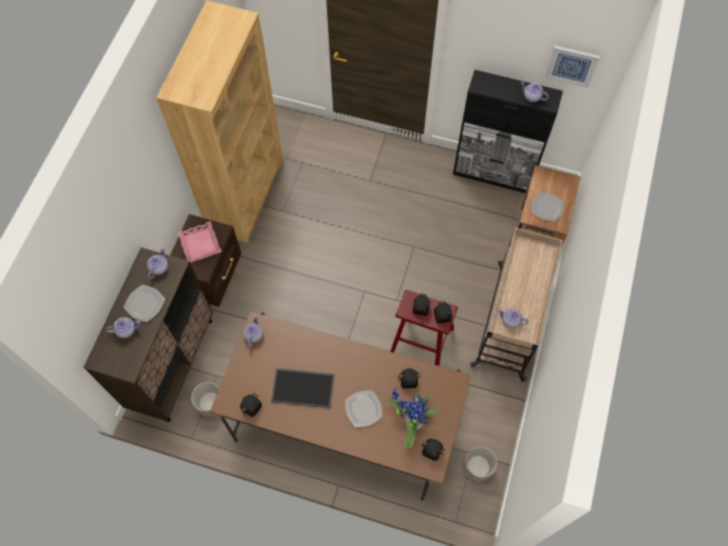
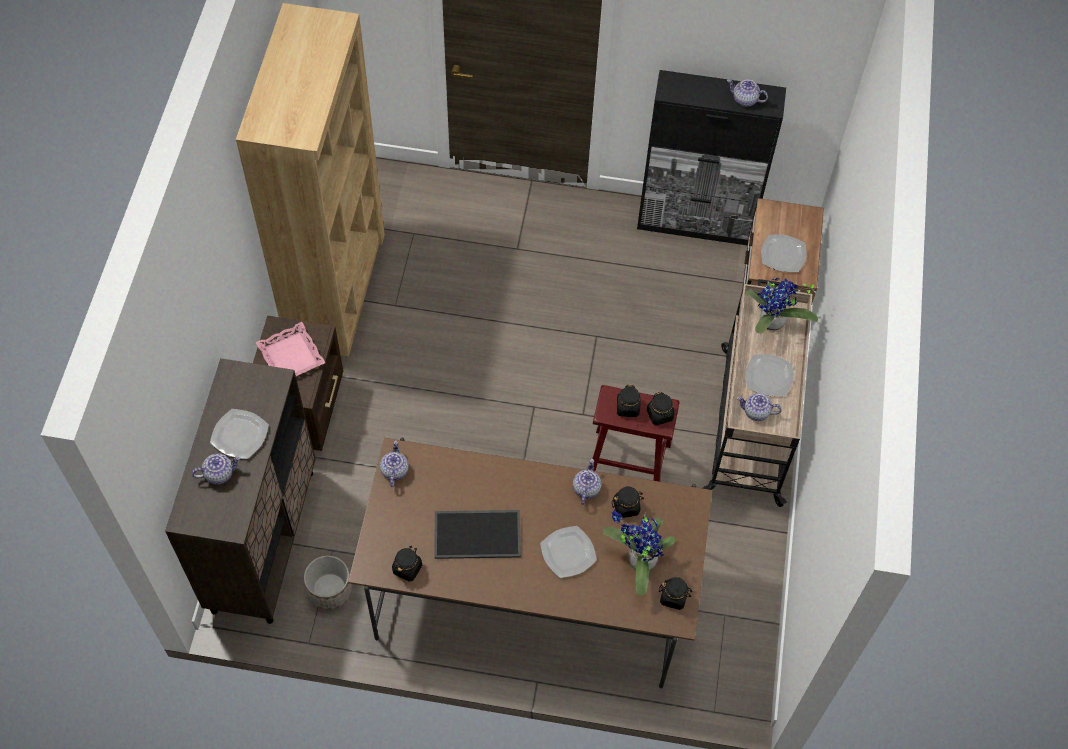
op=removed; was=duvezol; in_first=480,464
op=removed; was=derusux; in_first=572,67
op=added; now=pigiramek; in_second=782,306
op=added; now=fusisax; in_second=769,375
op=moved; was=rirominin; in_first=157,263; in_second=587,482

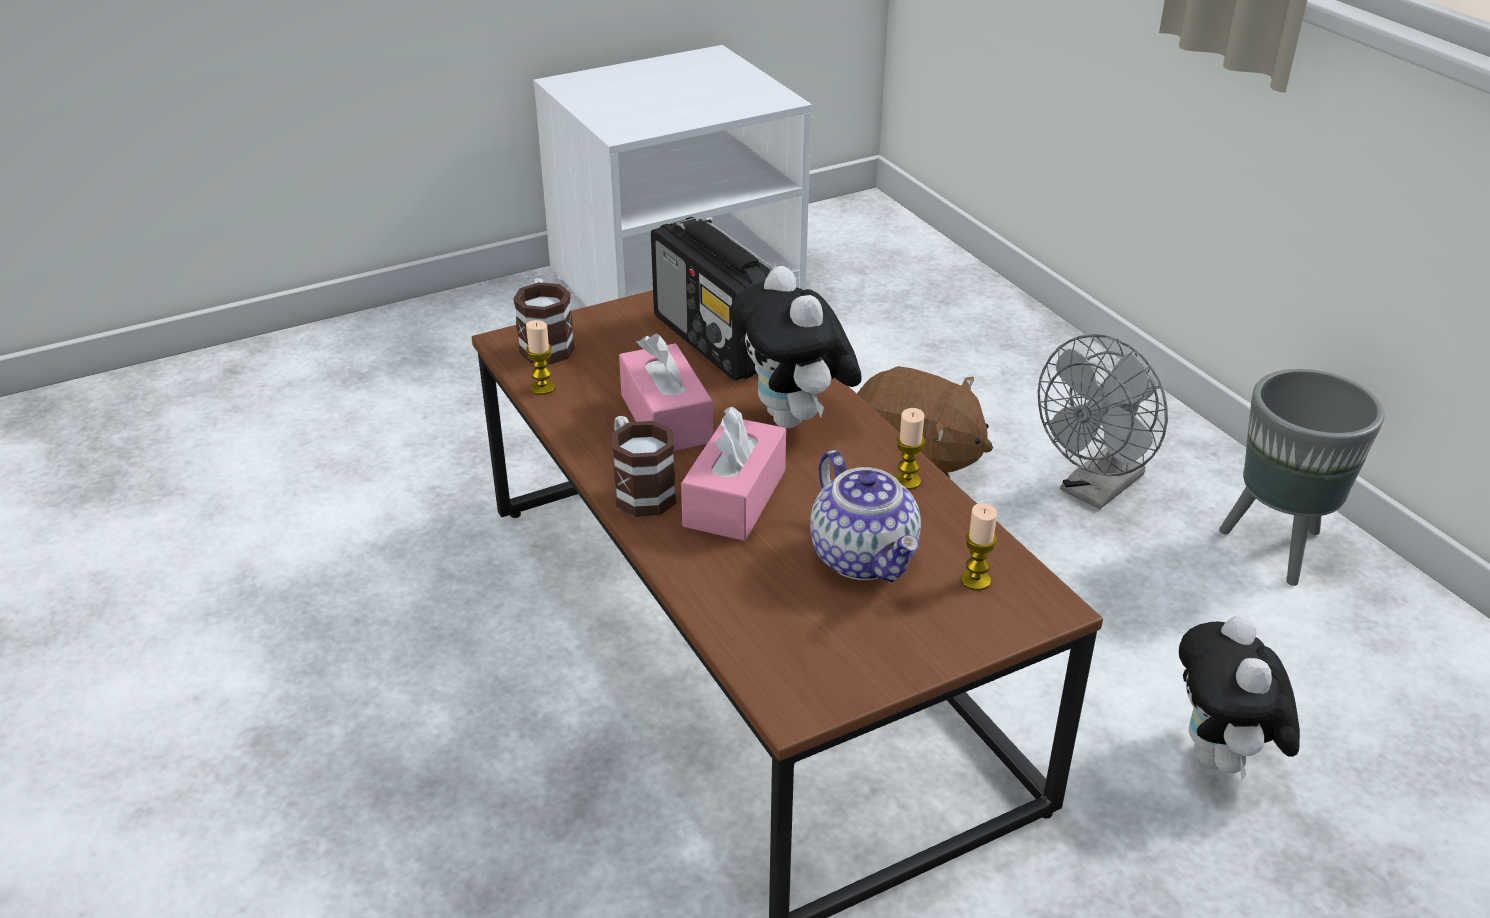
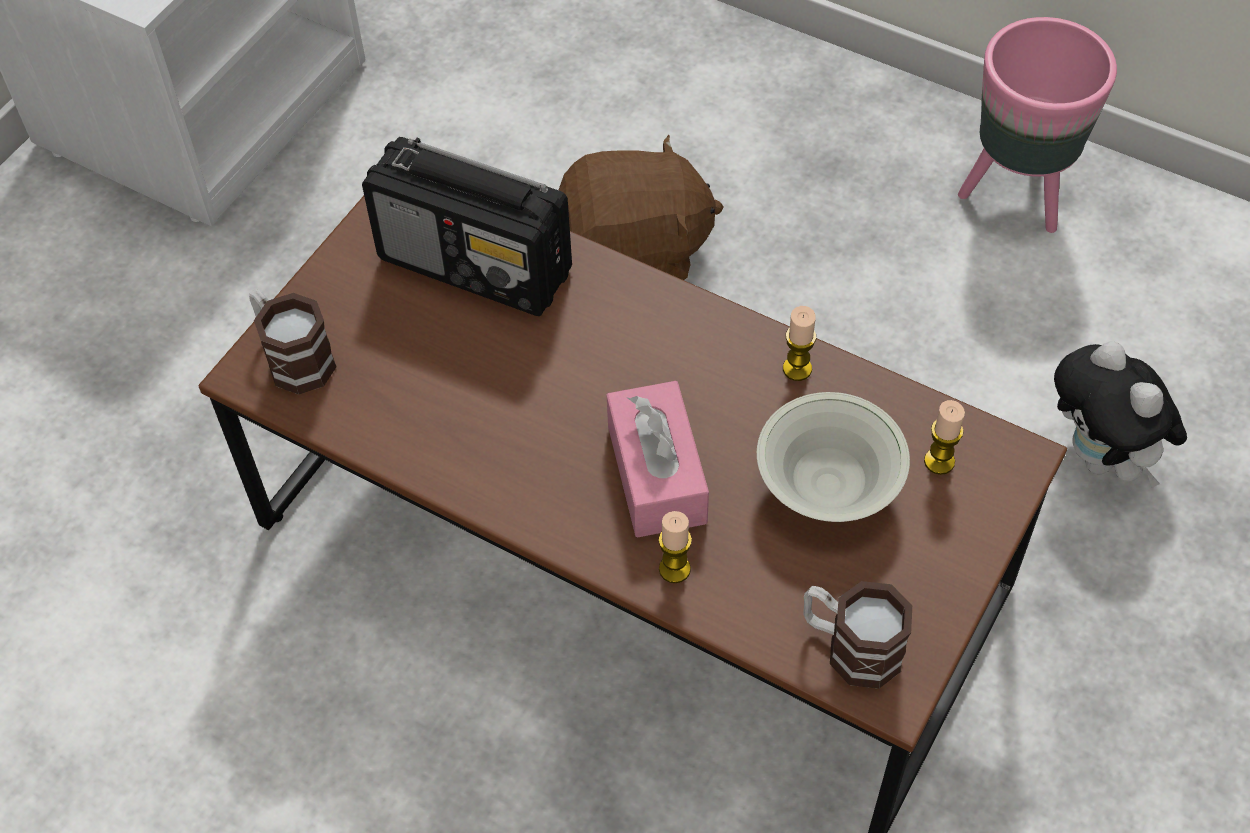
op=removed; was=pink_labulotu; in_first=666,392
op=removed; was=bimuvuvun; in_first=796,347
op=removed; was=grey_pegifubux; in_first=1103,421
op=moved; was=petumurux; in_first=540,357; in_second=675,547
op=moved; was=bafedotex; in_first=644,466; in_second=858,635
op=replaced; was=rirominin; now=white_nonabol; in_first=865,516; in_second=833,457
op=recoloured; was=grey_duvezol; now=pink_duvezol; in_first=1302,477; in_second=1037,125

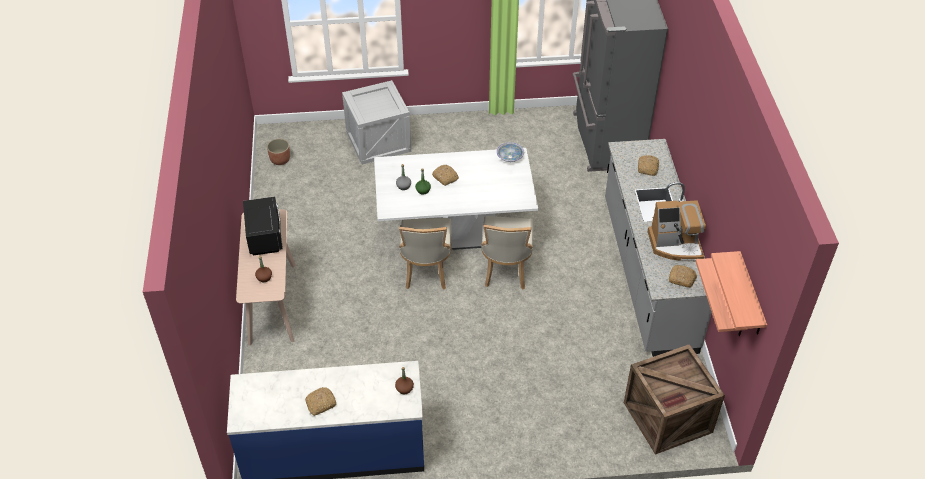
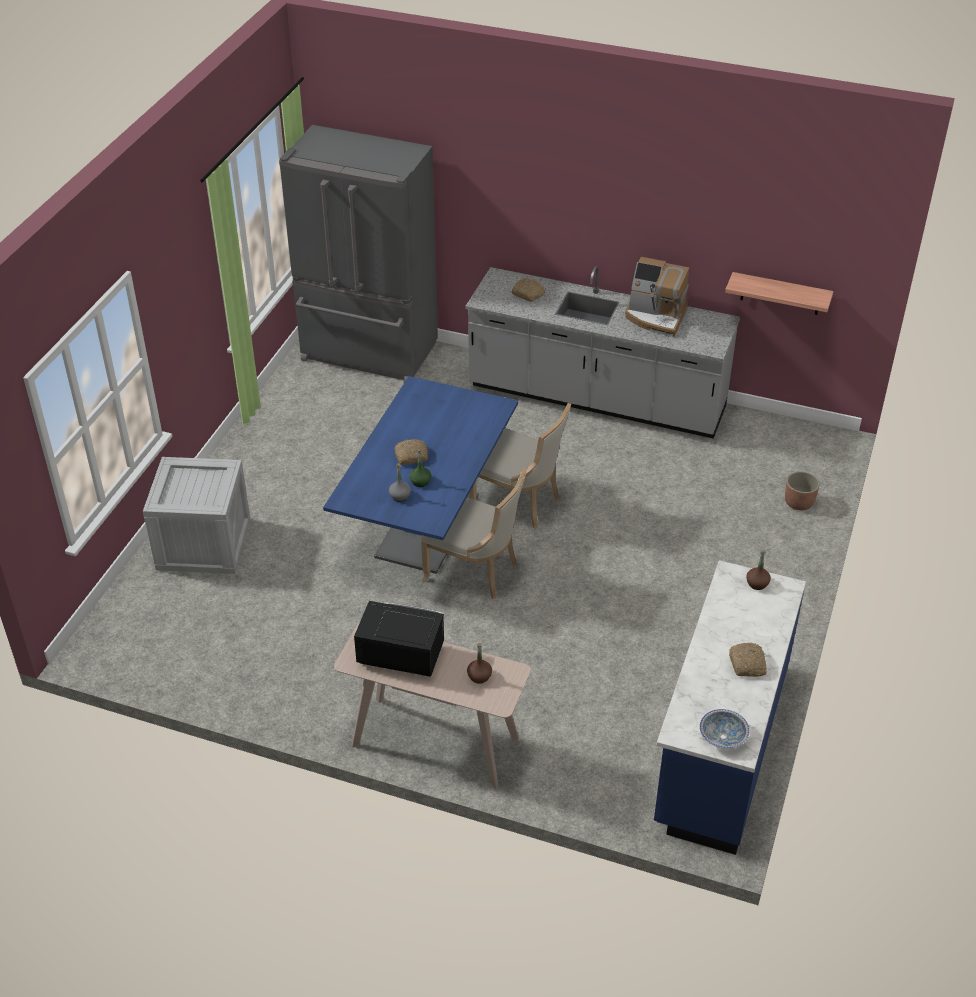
op=removed; was=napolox; in_first=674,399
op=removed; was=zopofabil; in_first=683,276
op=removed; was=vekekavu; in_first=739,292
op=moved; was=duvezol; in_first=278,152; in_second=802,490
op=moved; was=nonabol; in_first=510,152; in_second=724,729
op=recoloured; was=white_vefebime; now=blue_vefebime; in_first=456,199; in_second=420,475
op=turned; was=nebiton; in_first=677,230; in_second=657,297; clockwise=90

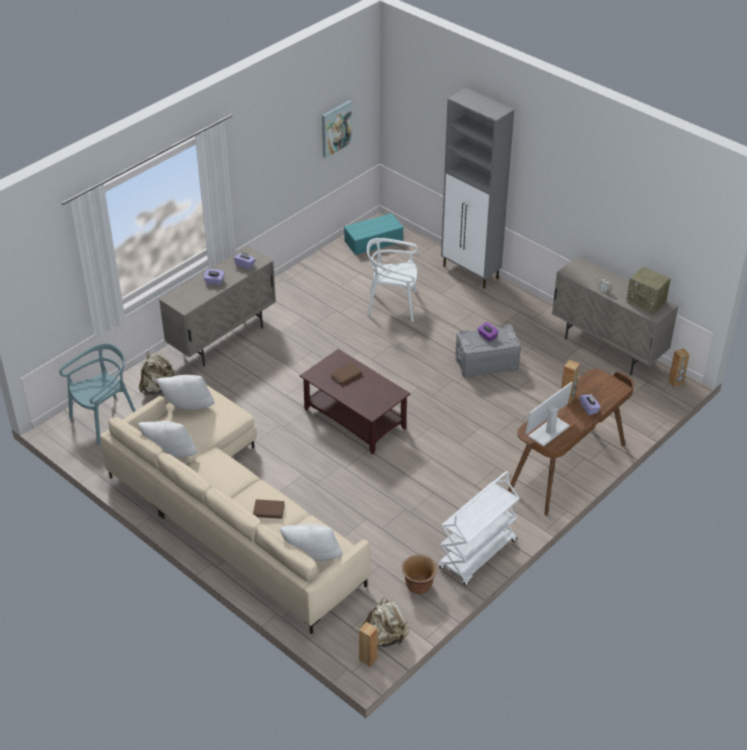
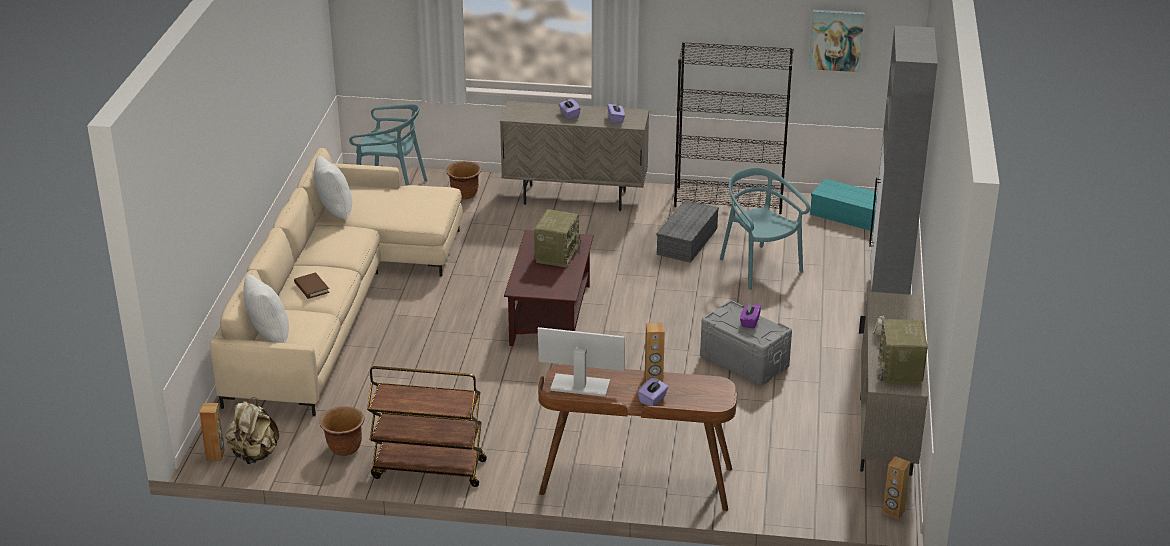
op=removed; was=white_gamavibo; in_first=185,392
op=added; now=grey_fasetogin; in_second=688,231
op=added; now=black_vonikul; in_second=733,128
op=replaced; was=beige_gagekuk; now=brown_duvezol; in_first=157,373; in_second=464,180
op=replaced; was=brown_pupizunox; now=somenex; in_first=346,374; in_second=557,238
op=recoloured; was=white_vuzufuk; now=turquoise_vuzufuk; in_first=392,280; in_second=765,228
op=recoloured; was=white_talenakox; now=brown_talenakox; in_first=479,528; in_second=427,426

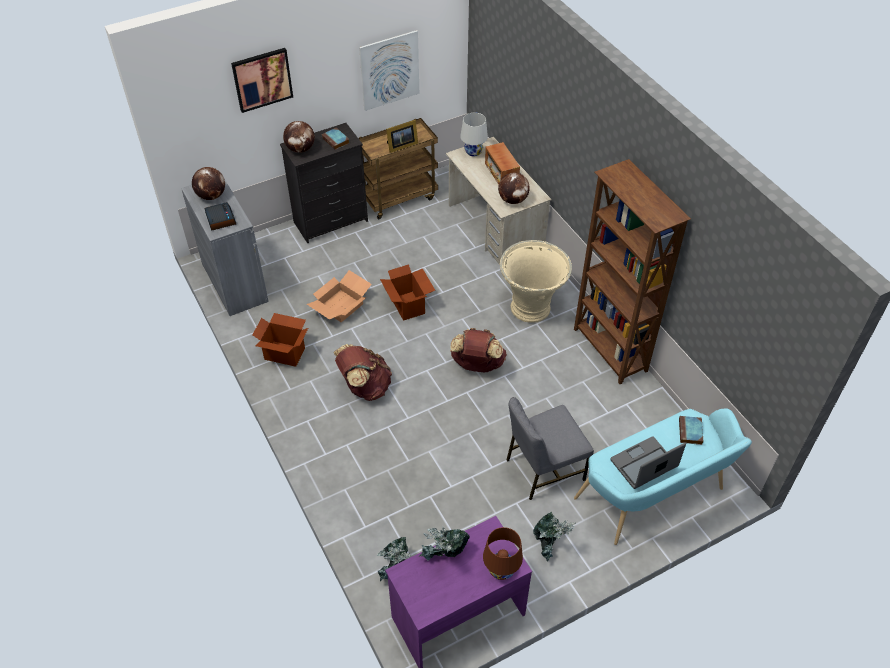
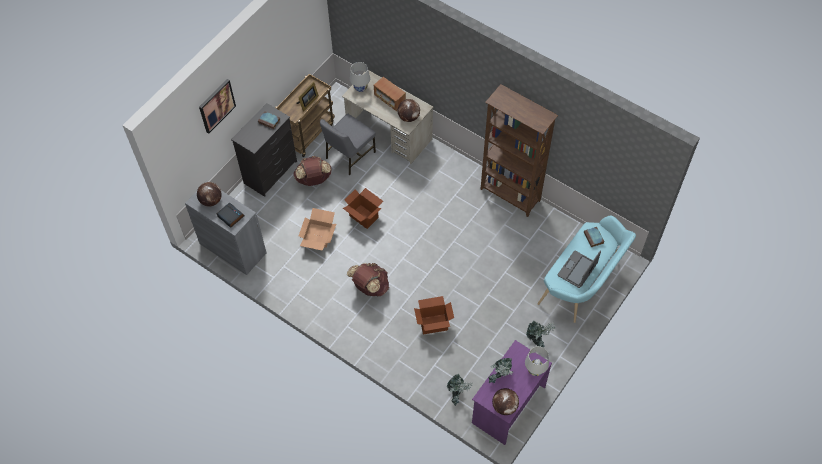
op=removed; was=derusux; in_first=389,70
op=removed; was=beige_duvezol; in_first=536,281
op=moved; was=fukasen; in_first=280,340; in_second=434,315
op=moved; was=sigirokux; in_first=299,137; in_second=505,401
op=moved; was=brown_gagekuk; in_first=478,350; in_second=312,171
op=moved; was=grey_vuzufuk; in_first=550,448; in_second=348,144
op=recoloured; was=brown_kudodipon; now=white_kudodipon; in_first=503,553; in_second=537,361

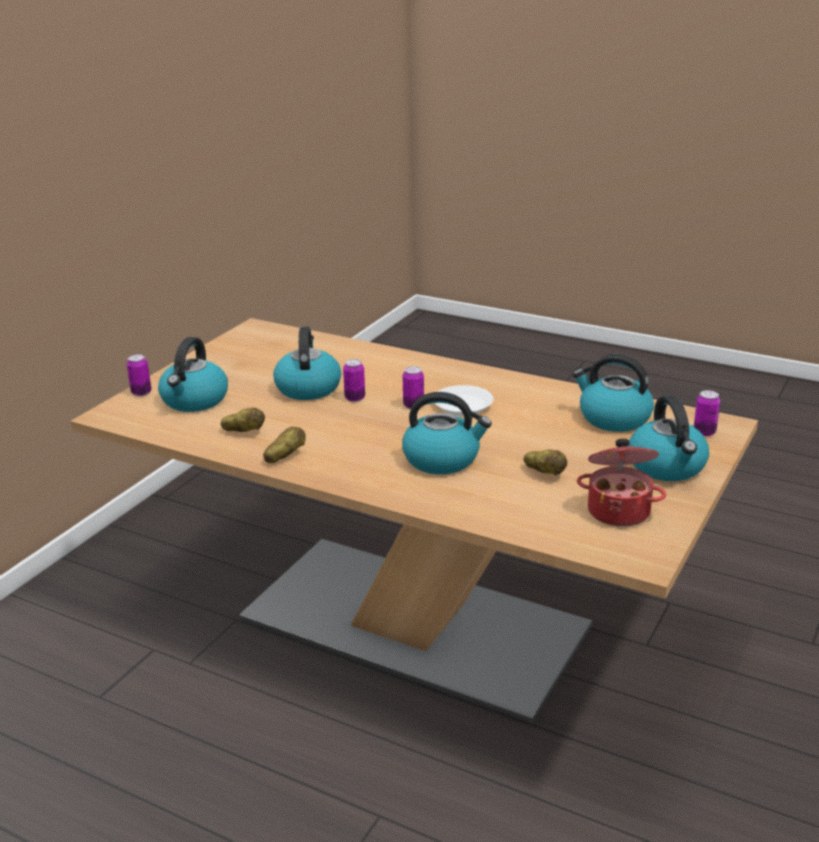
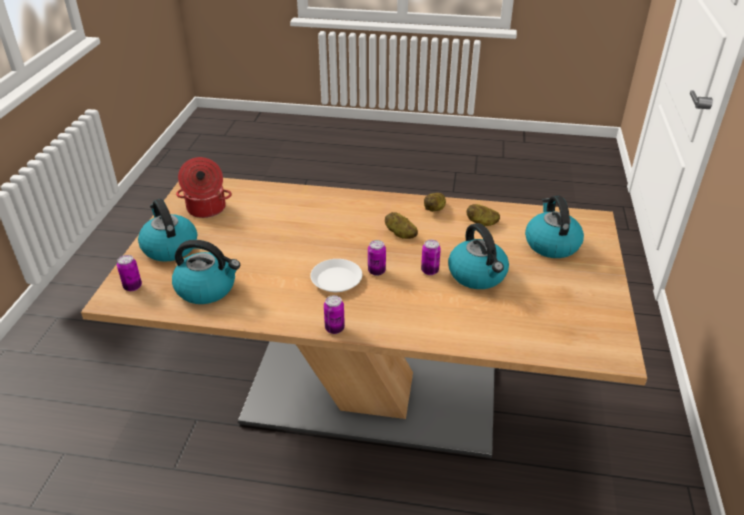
op=removed; was=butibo; in_first=447,433
op=moved; was=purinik; in_first=139,375; in_second=334,314
op=moved; was=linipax; in_first=545,462; in_second=401,225

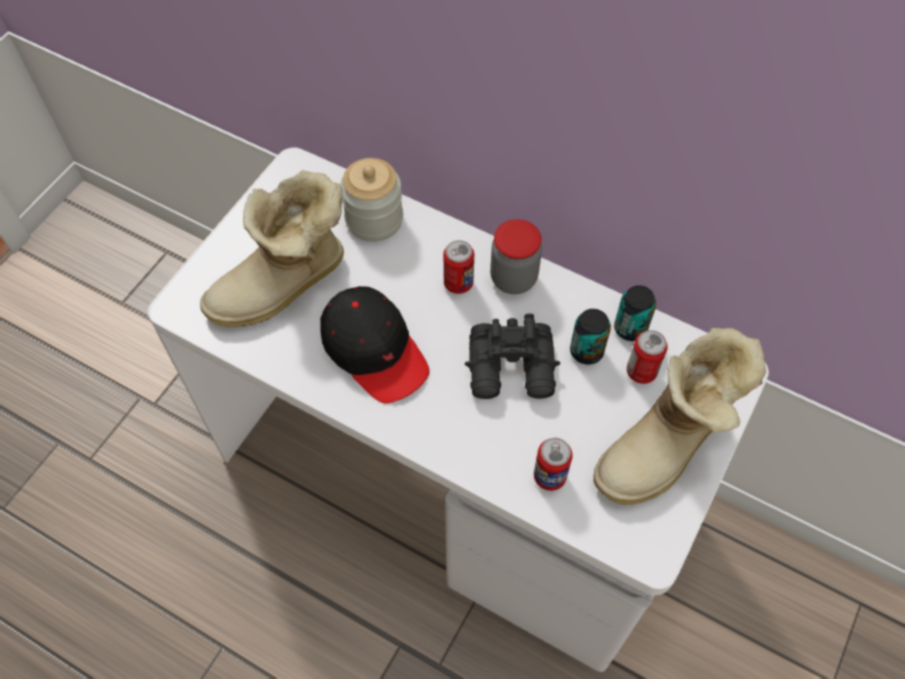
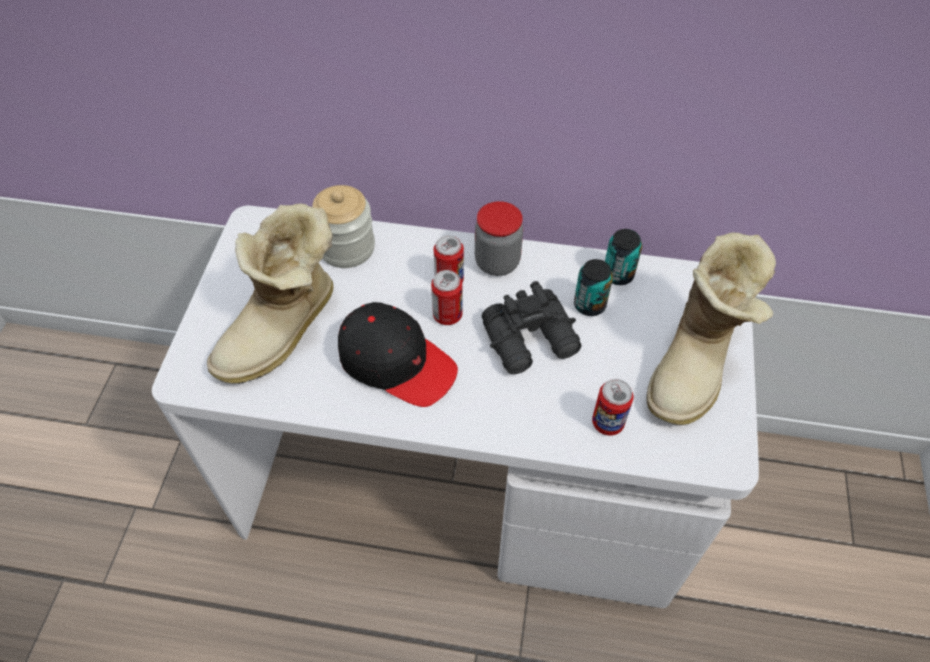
op=moved; was=purinik; in_first=647,357; in_second=446,297

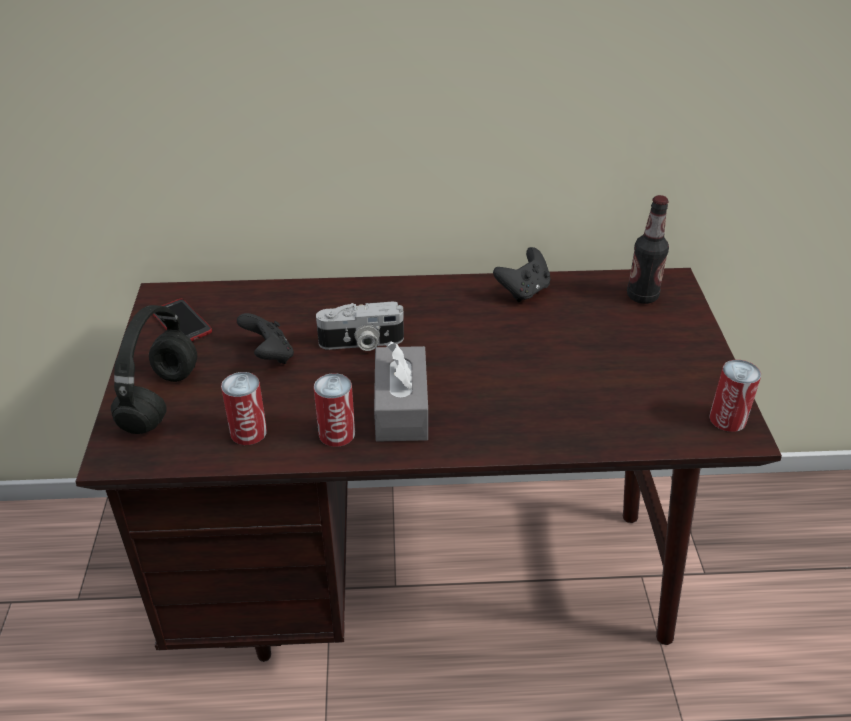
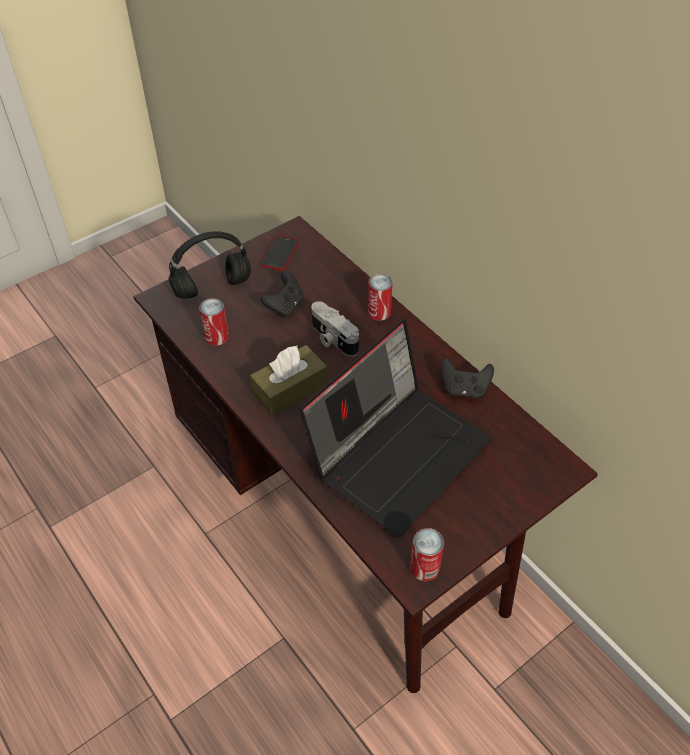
op=removed; was=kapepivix; in_first=648,249
op=added; now=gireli; in_second=395,428
op=moved; was=purinik; in_first=334,410; in_second=380,297
op=recoloured; was=grey_labulotu; now=brown_labulotu; in_first=401,391; in_second=288,381

